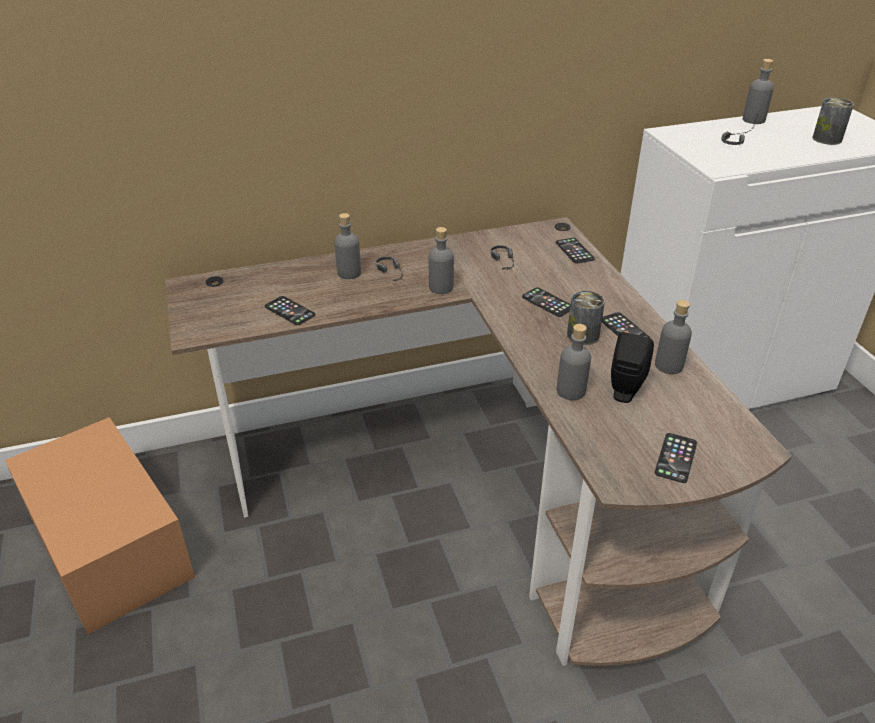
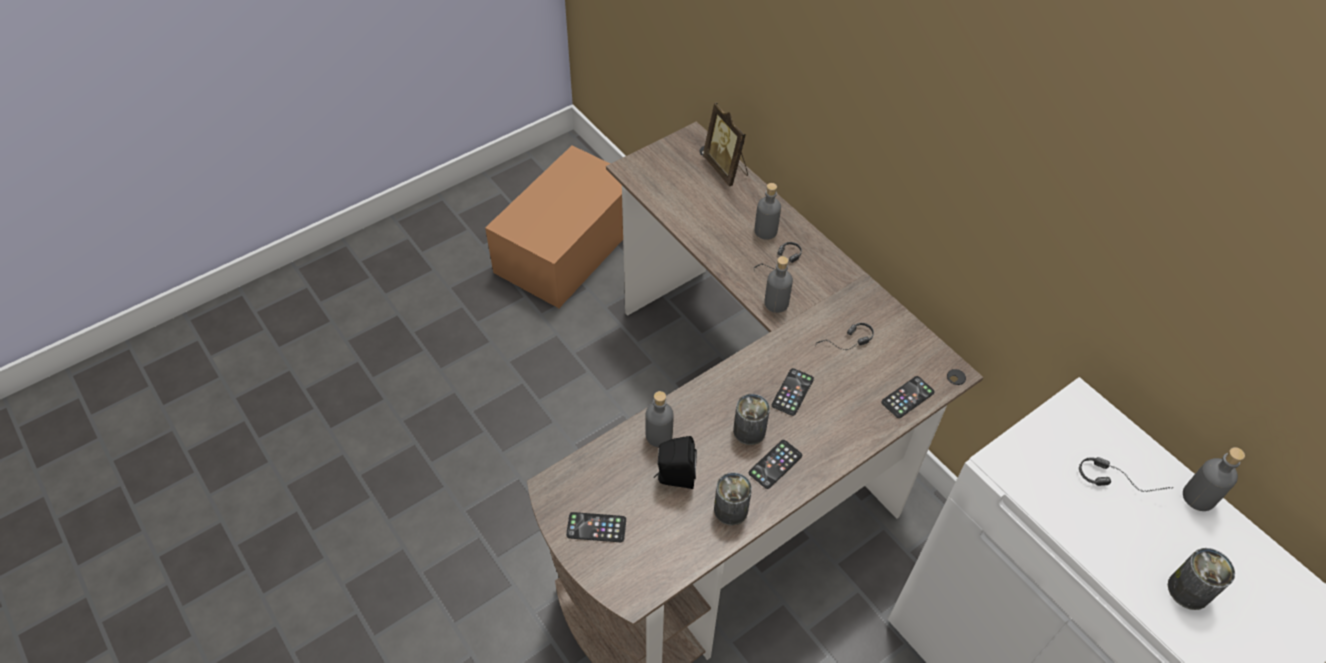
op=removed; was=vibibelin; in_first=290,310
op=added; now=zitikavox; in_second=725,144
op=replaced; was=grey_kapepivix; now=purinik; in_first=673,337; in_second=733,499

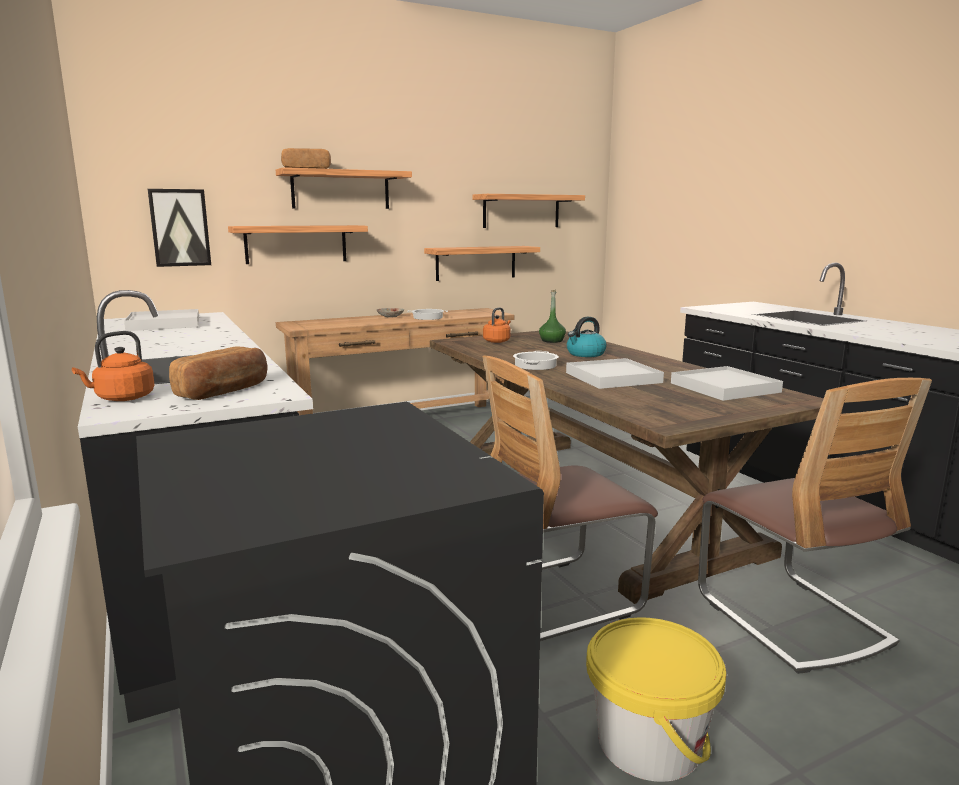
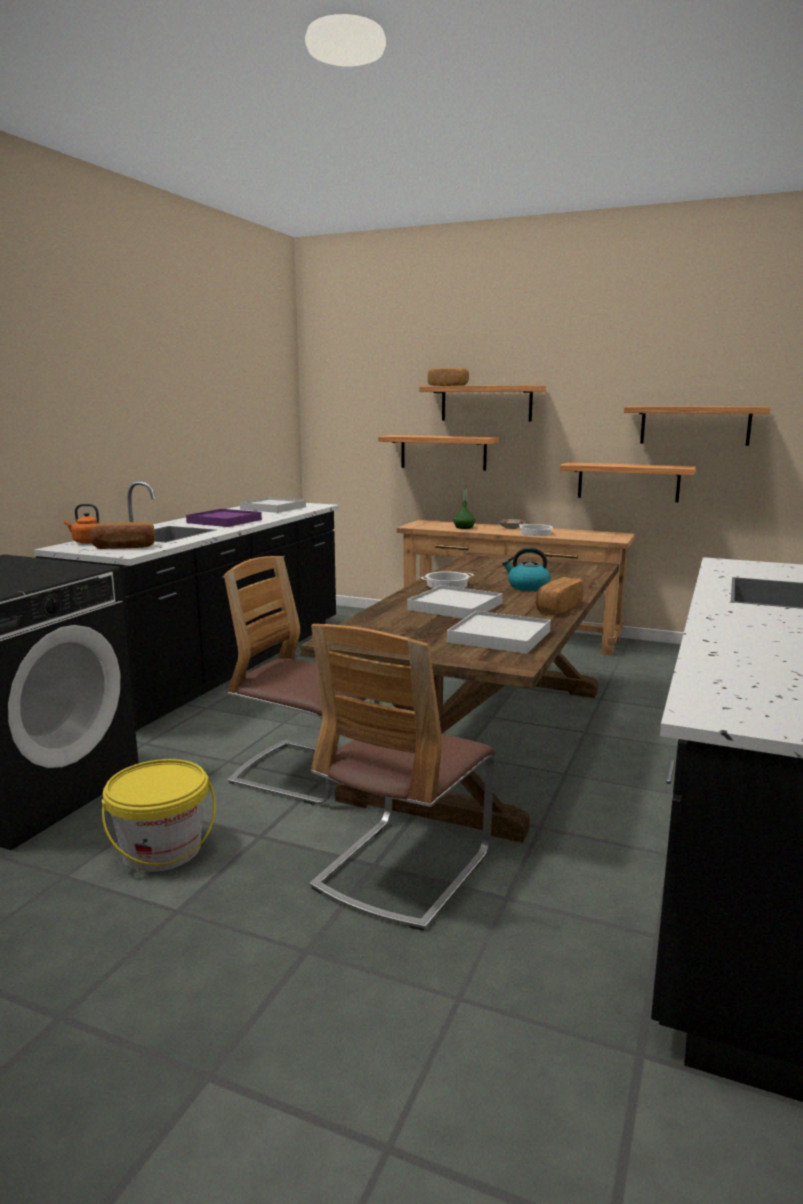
op=removed; was=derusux; in_first=179,228
op=removed; was=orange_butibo; in_first=497,325
op=added; now=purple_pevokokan; in_second=224,518
op=added; now=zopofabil; in_second=560,595
op=moved; was=green_kapepivix; in_first=552,316; in_second=464,507

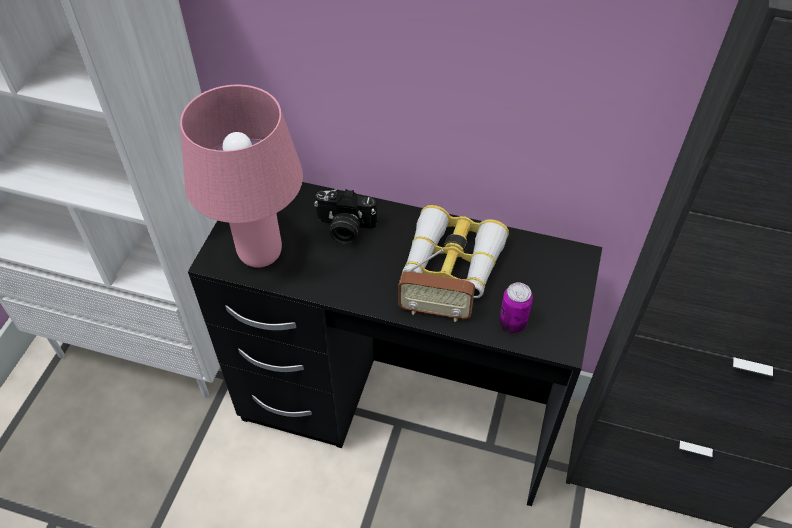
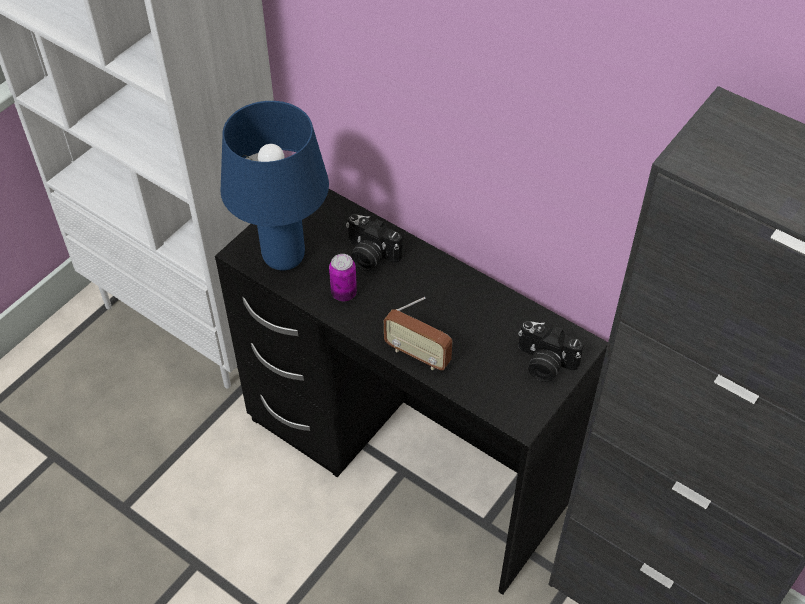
op=removed; was=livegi; in_first=455,251
op=added; now=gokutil; in_second=551,351
op=moved; was=purinik; in_first=516,307; in_second=343,277
op=recoloured; was=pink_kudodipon; now=blue_kudodipon; in_first=241,176; in_second=274,186

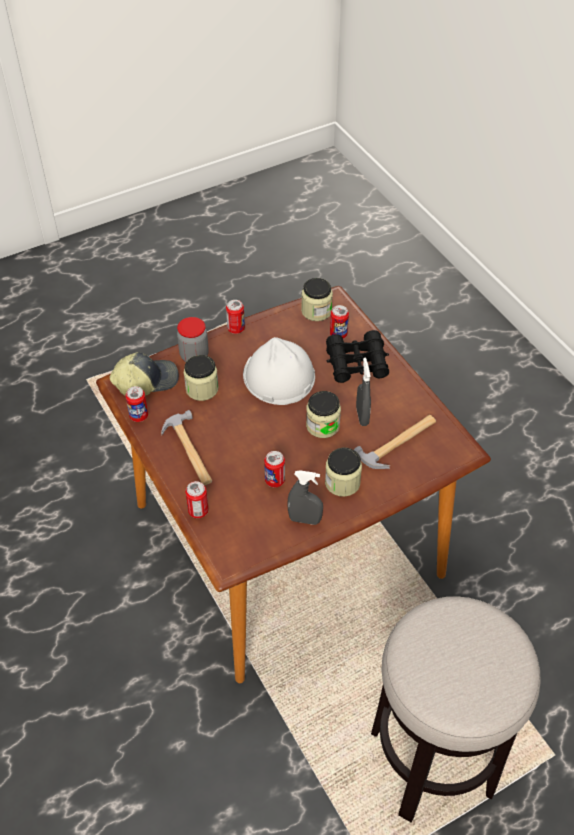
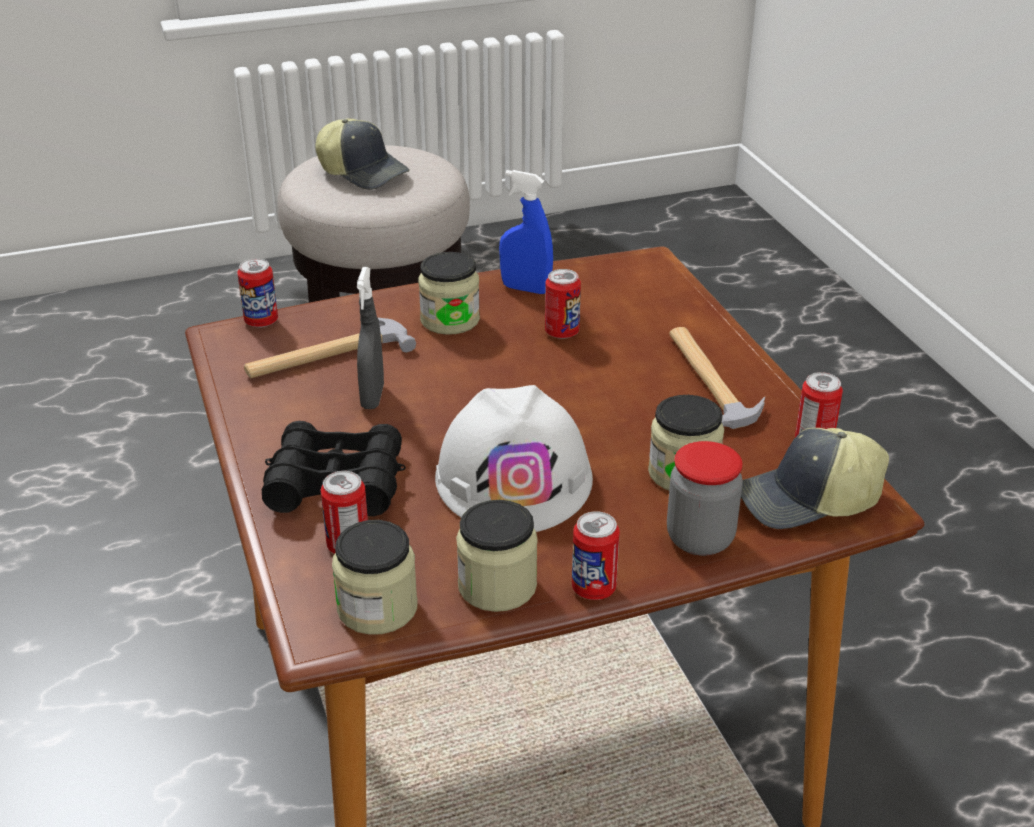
op=added; now=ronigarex; in_second=362,154
op=moved; was=purinik; in_first=197,499; in_second=257,293
op=moved; was=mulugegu; in_first=323,414; in_second=497,556
op=recoloured; was=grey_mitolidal; now=blue_mitolidal; in_first=305,497; in_second=526,232

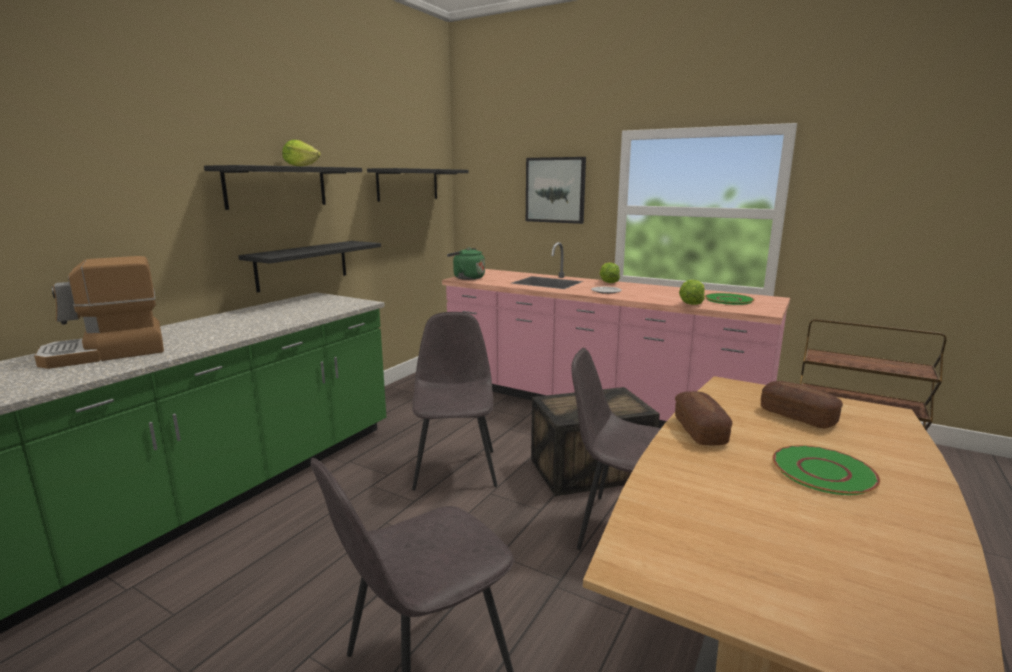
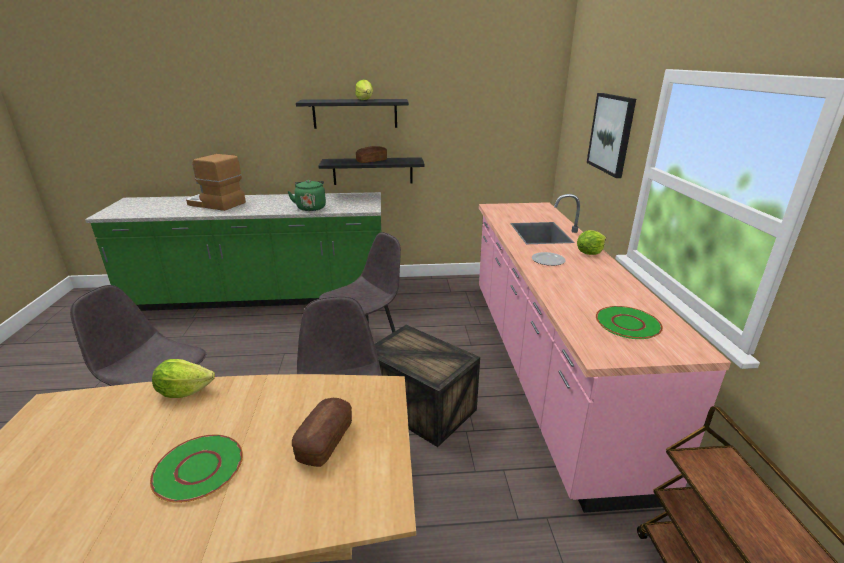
op=removed; was=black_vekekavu; in_first=417,185
op=moved; was=green_butibo; in_first=466,263; in_second=306,195
op=moved; was=zopofabil; in_first=704,418; in_second=371,154
op=moved; was=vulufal; in_first=692,292; in_second=183,378

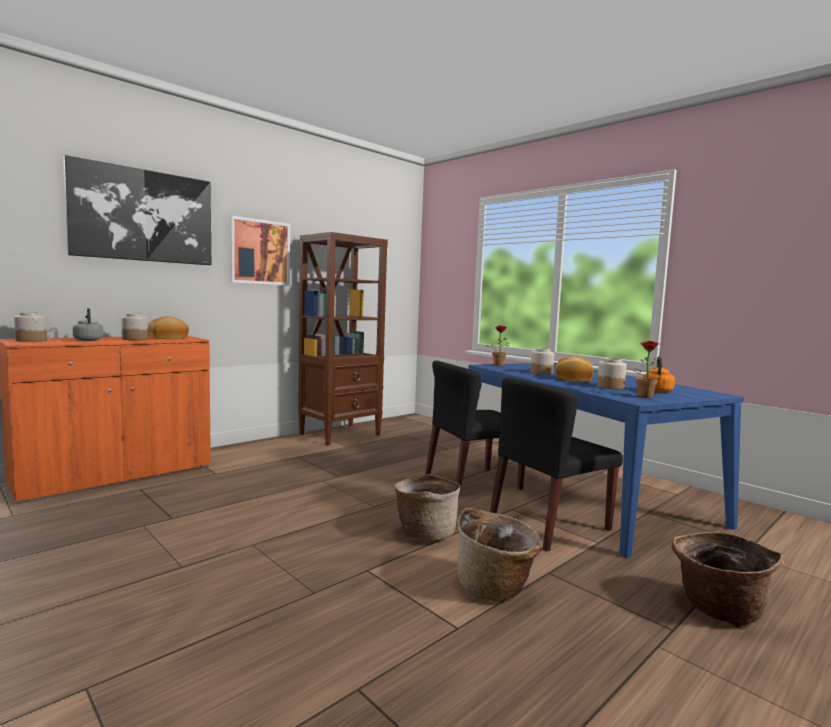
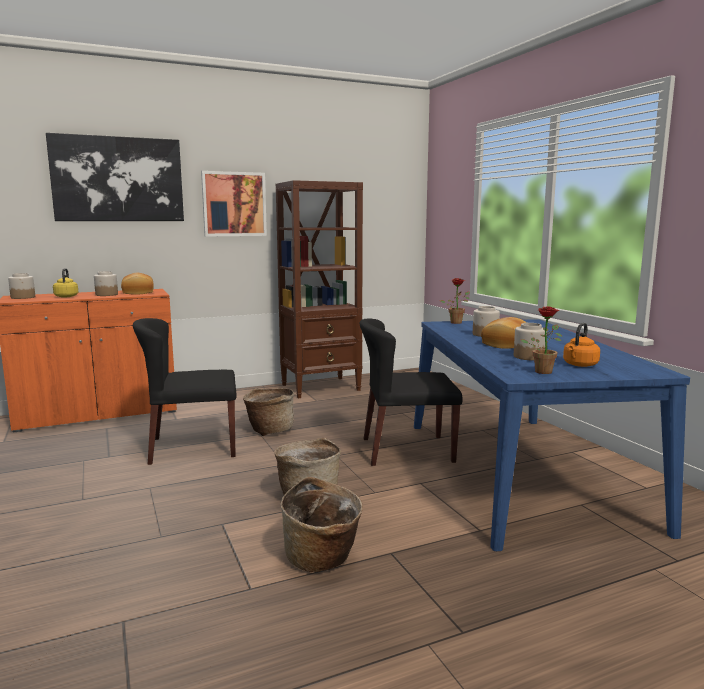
op=moved; was=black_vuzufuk; in_first=556,464; in_second=185,391
op=moved; was=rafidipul; in_first=727,580; in_second=268,412
op=recoloured; was=grey_butibo; now=yellow_butibo; in_first=87,324; in_second=65,282

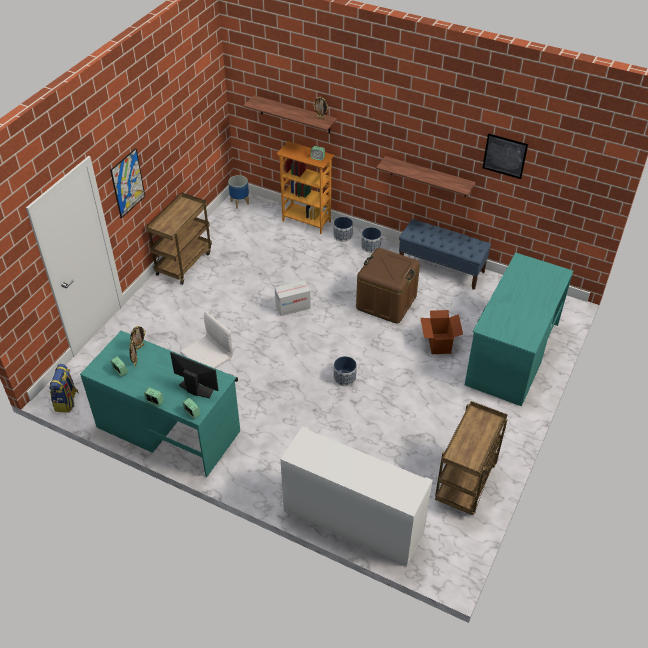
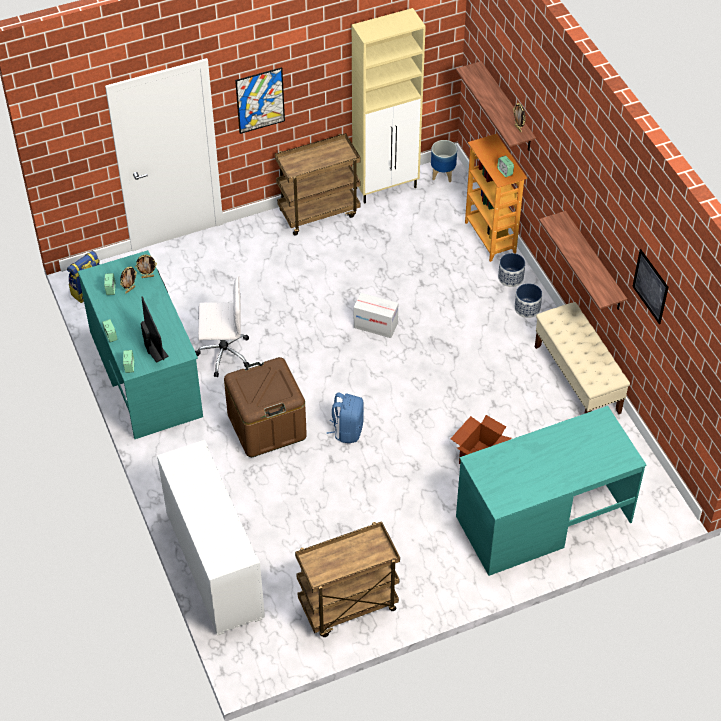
op=added; now=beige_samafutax; in_second=389,106
op=moved; was=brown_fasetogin; in_first=388,286; in_second=265,407
op=replaced; was=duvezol; now=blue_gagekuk; in_first=345,371; in_second=345,417
op=recoloured; was=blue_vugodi; now=beige_vugodi; in_first=445,254; in_second=582,358

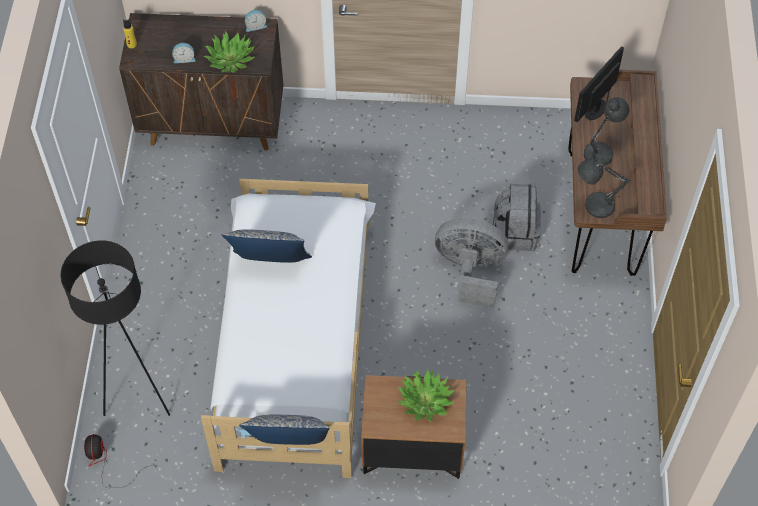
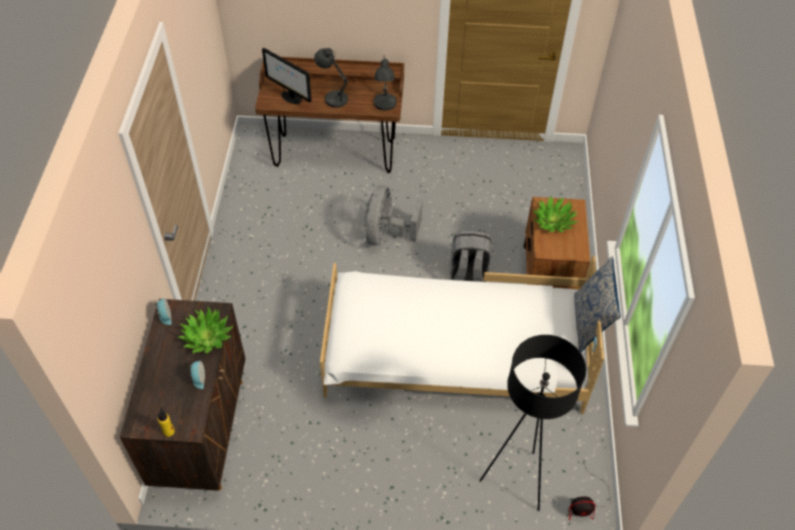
op=removed; was=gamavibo; in_first=267,246
op=moved; was=grey_gagekuk; in_first=517,217; in_second=471,256

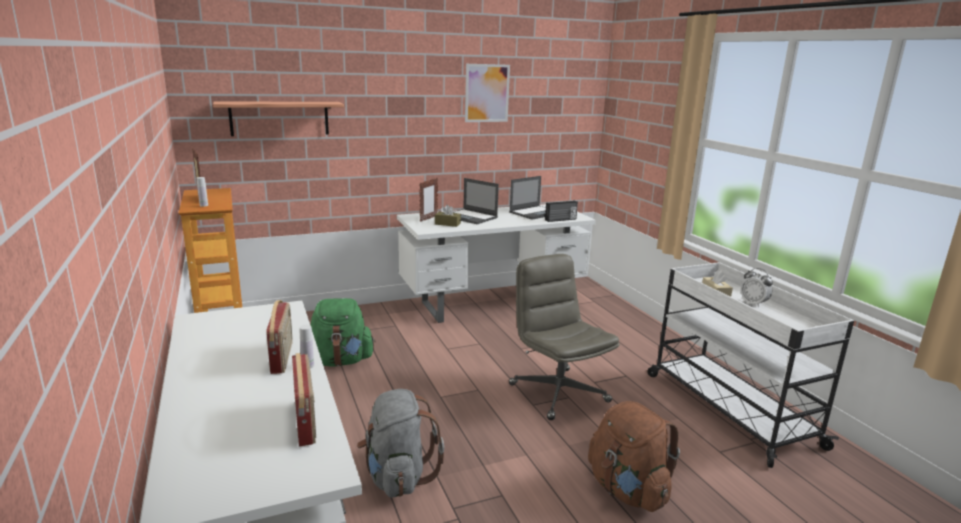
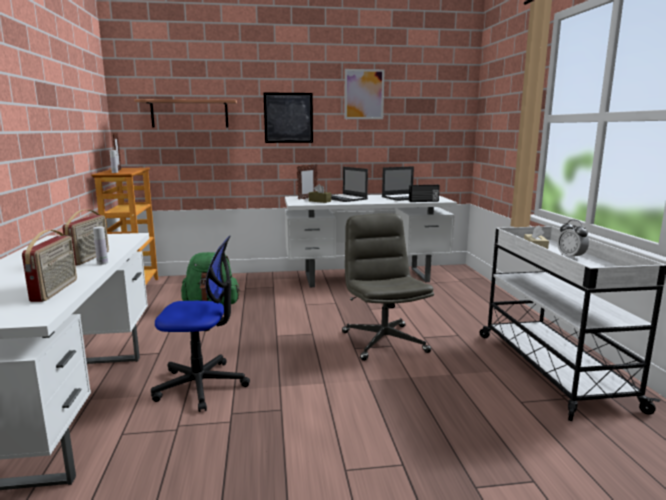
op=removed; was=brown_gagekuk; in_first=634,456
op=added; now=derusux; in_second=288,117
op=replaced; was=grey_gagekuk; now=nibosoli; in_first=400,443; in_second=200,324

